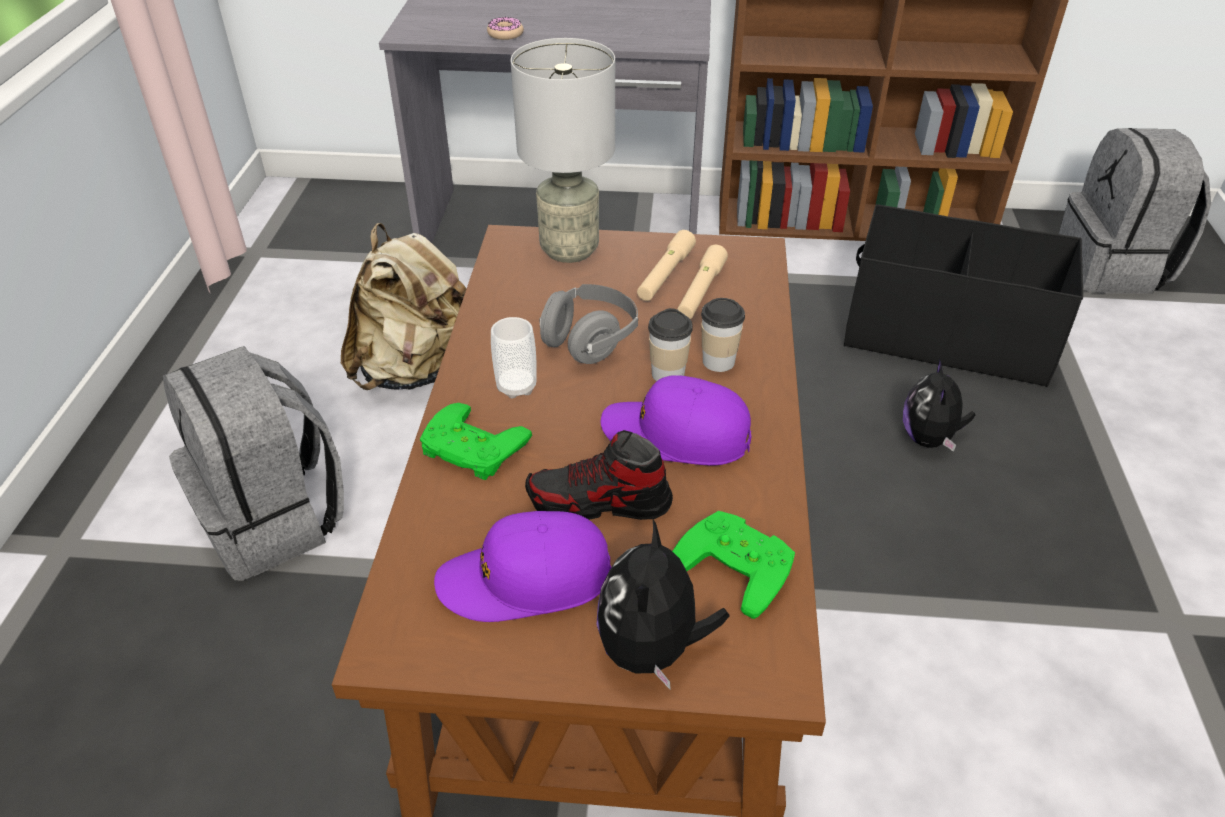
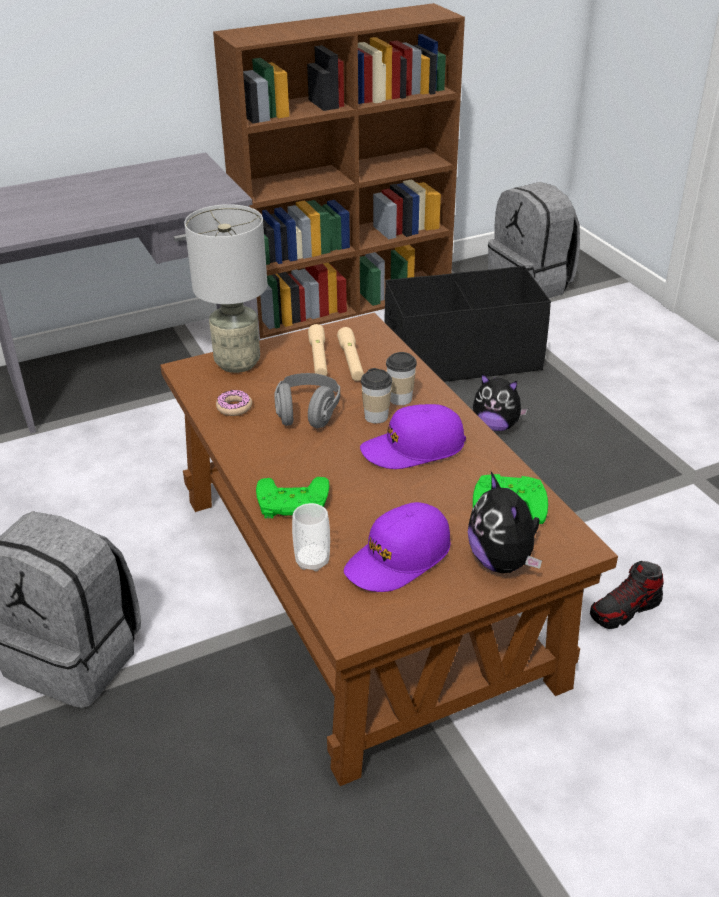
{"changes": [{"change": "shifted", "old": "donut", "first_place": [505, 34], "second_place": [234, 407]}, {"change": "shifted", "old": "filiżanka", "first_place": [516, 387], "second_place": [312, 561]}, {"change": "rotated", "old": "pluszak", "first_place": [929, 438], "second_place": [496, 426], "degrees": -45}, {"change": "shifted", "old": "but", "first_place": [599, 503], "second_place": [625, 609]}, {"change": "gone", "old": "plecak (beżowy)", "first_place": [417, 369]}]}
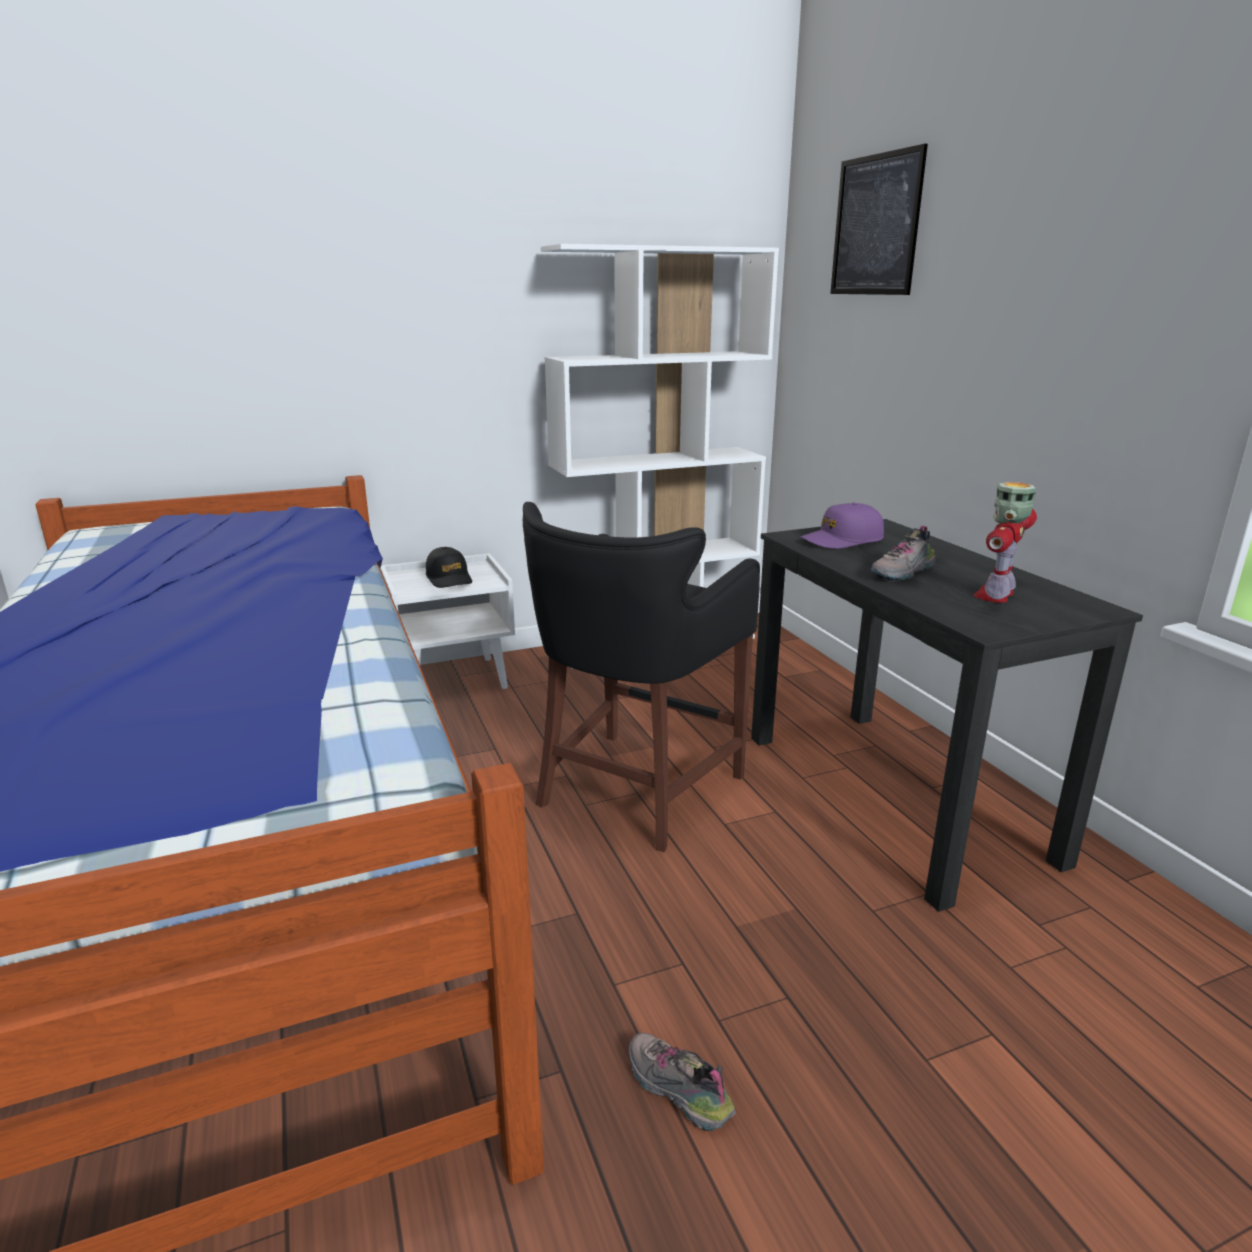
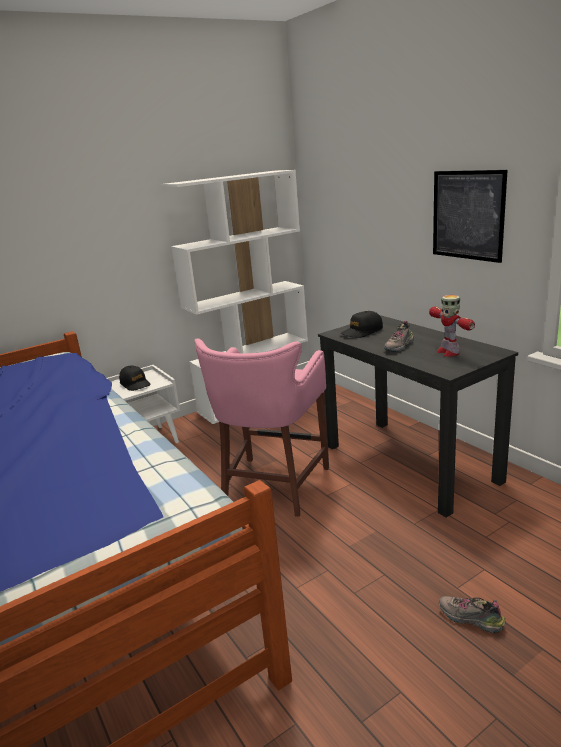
{"changes": [{"change": "repainted", "old": "stołek (czarny)", "new": "stołek (różowy)", "first_place": [635, 791], "second_place": [273, 487]}, {"change": "repainted", "old": "czapka z daszkiem (fioletowy)", "new": "czapka z daszkiem (czarny)", "first_place": [842, 540], "second_place": [362, 332]}, {"change": "rotated", "old": "robot zabawkowy", "first_place": [996, 595], "second_place": [448, 352], "degrees": -45}, {"change": "shifted", "old": "obraz", "first_place": [875, 225], "second_place": [467, 215]}, {"change": "shifted", "old": "but", "first_place": [675, 1090], "second_place": [469, 619]}]}
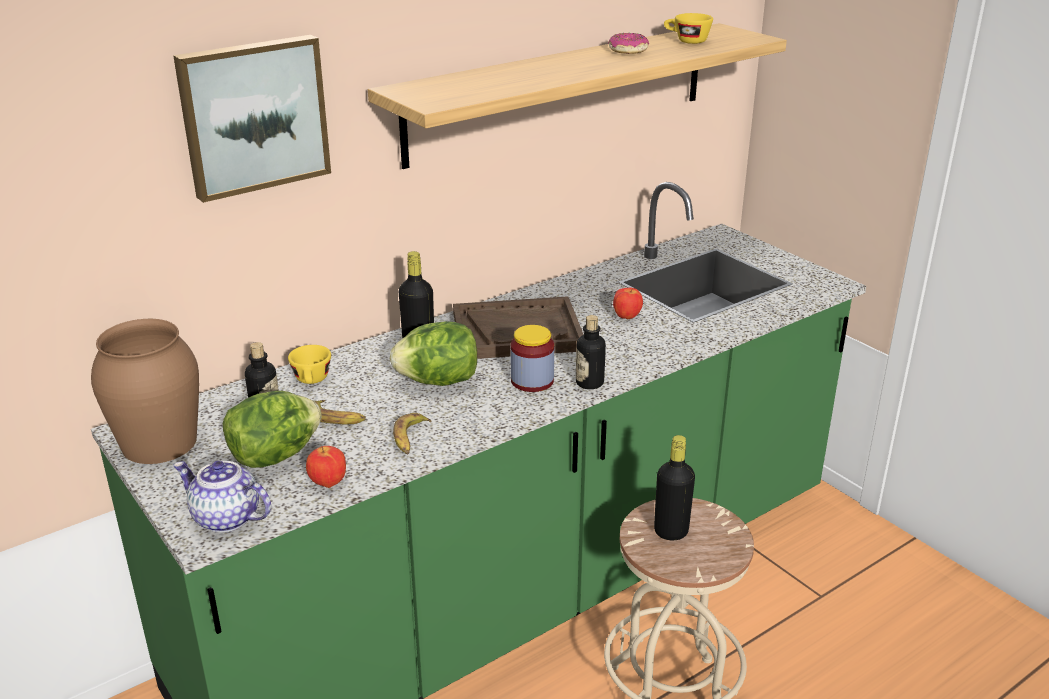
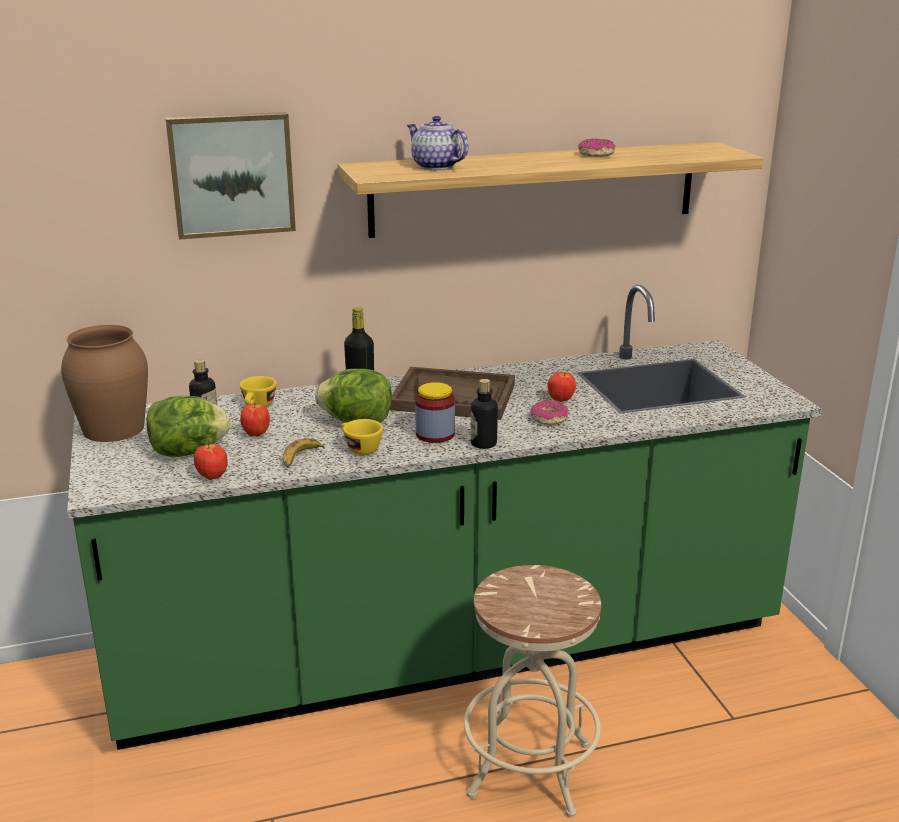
{"changes": [{"change": "swapped", "old": "banan", "new": "jabłko", "first_place": [337, 418], "second_place": [255, 434]}, {"change": "shifted", "old": "filiżanka (żółty)", "first_place": [686, 41], "second_place": [359, 448]}, {"change": "shifted", "old": "imbryk", "first_place": [225, 518], "second_place": [435, 166]}, {"change": "new", "new": "donut", "second_place": [548, 419]}, {"change": "gone", "old": "butelka (czarny)", "first_place": [671, 532]}]}
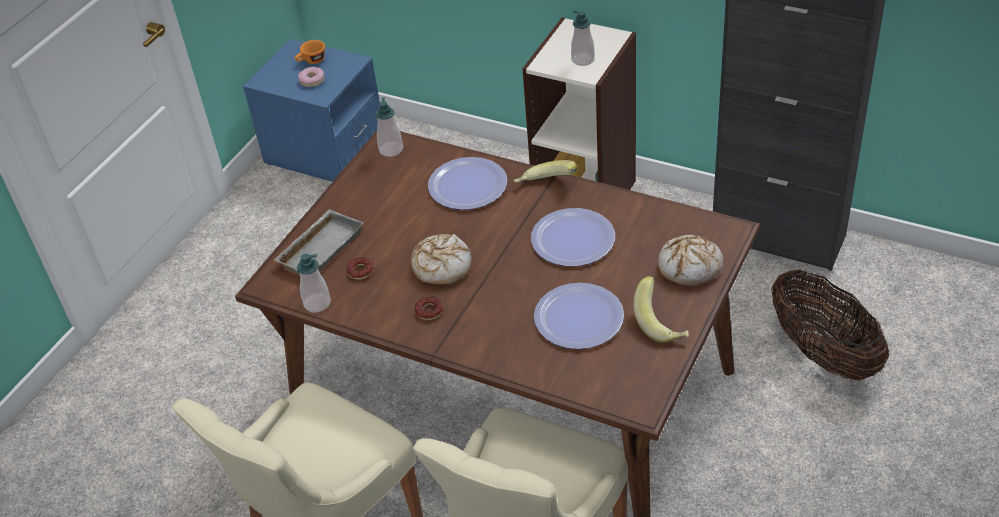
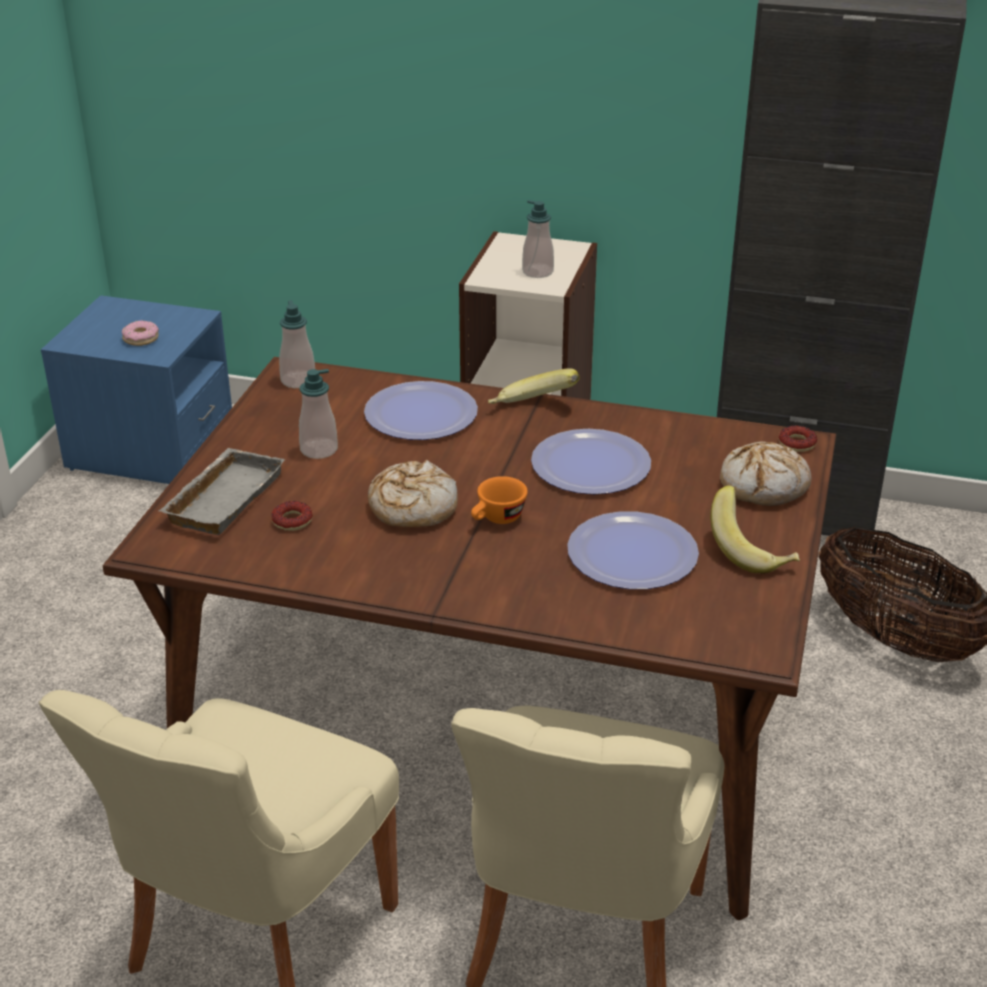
{"changes": [{"change": "shifted", "old": "dozownik mydła", "first_place": [317, 303], "second_place": [319, 450]}, {"change": "shifted", "old": "filiżanka (pomarańczowy)", "first_place": [311, 61], "second_place": [497, 519]}, {"change": "shifted", "old": "donut", "first_place": [429, 311], "second_place": [797, 443]}]}
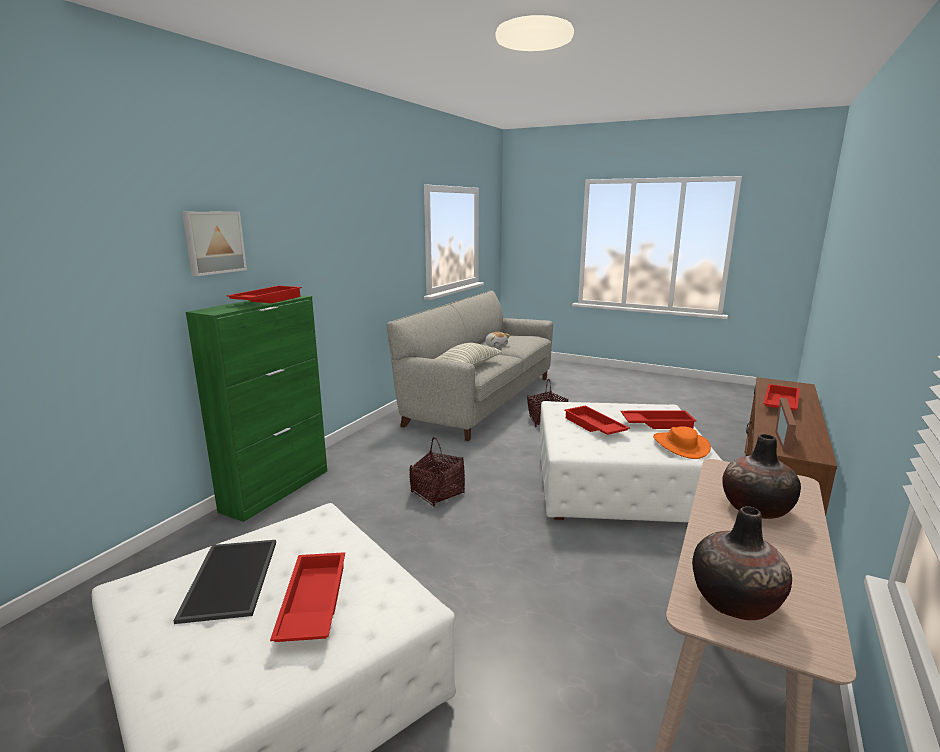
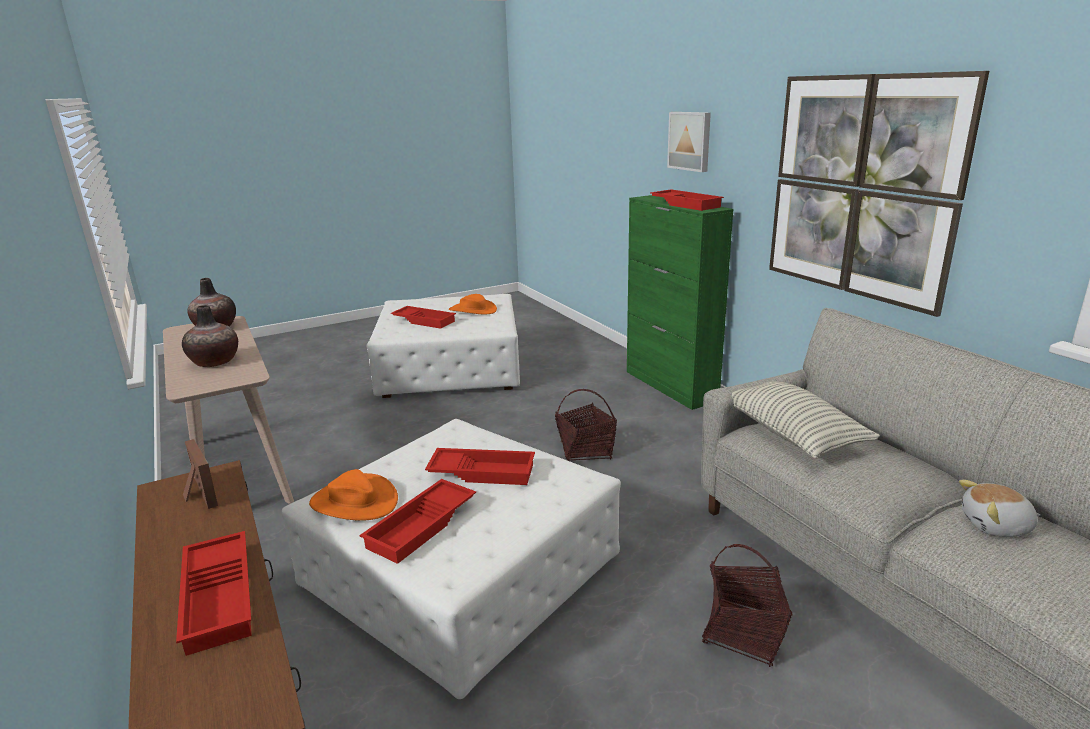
{"changes": [{"change": "swapped", "old": "taca", "new": "kapelusz (pomarańczowy)", "first_place": [229, 578], "second_place": [473, 310]}, {"change": "new", "new": "obraz", "second_place": [861, 188]}]}
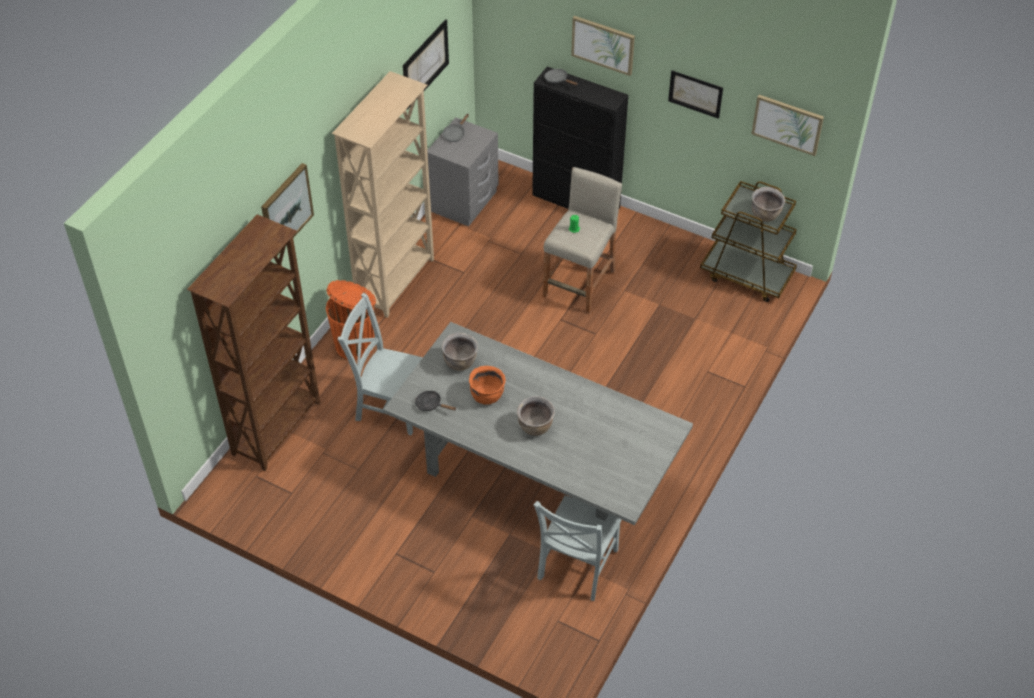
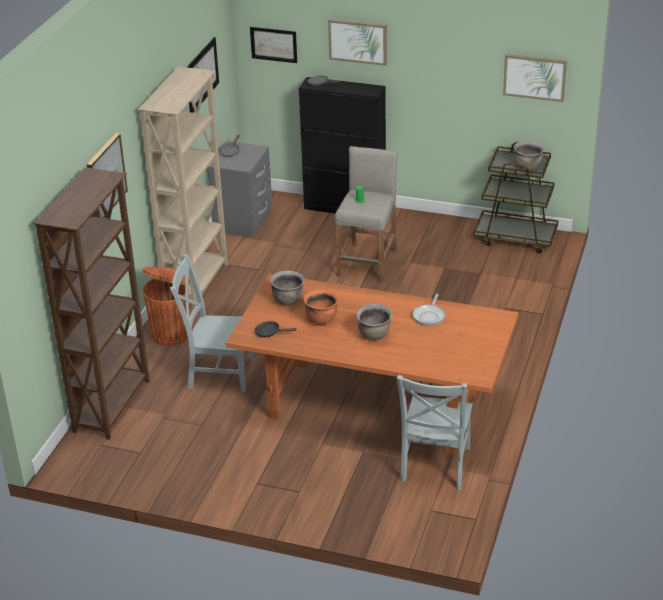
{"changes": [{"change": "repainted", "old": "stół jadalny (szary)", "new": "stół jadalny (pomarańczowy)", "first_place": [537, 477], "second_place": [375, 405]}, {"change": "shifted", "old": "obraz", "first_place": [695, 94], "second_place": [273, 44]}, {"change": "new", "new": "patelnia", "second_place": [429, 316]}]}
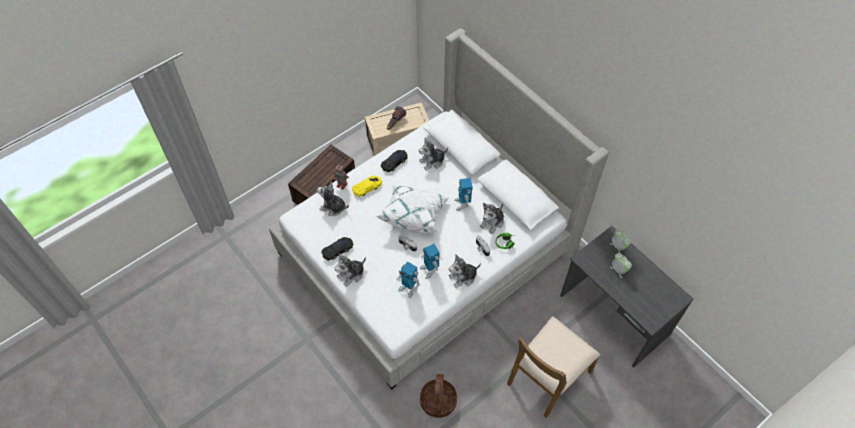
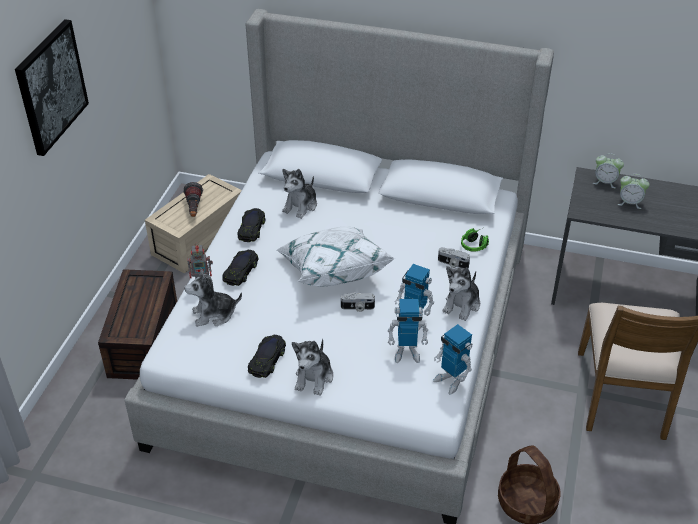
{"changes": [{"change": "new", "new": "obraz", "second_place": [50, 87]}, {"change": "repainted", "old": "samochodzik (żółty)", "new": "samochodzik (czarny)", "first_place": [367, 187], "second_place": [241, 270]}, {"change": "shifted", "old": "robot zabawkowy", "first_place": [462, 204], "second_place": [451, 380]}, {"change": "gone", "old": "pluszak", "first_place": [492, 222]}]}
